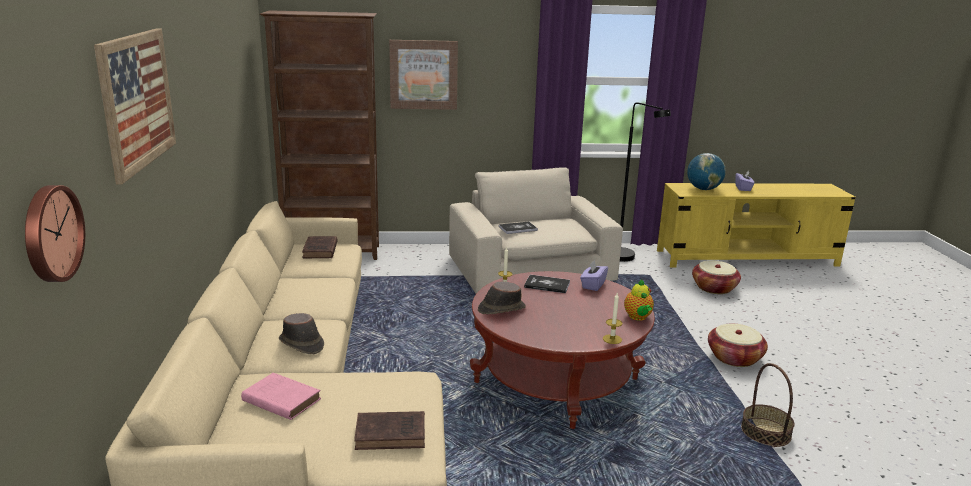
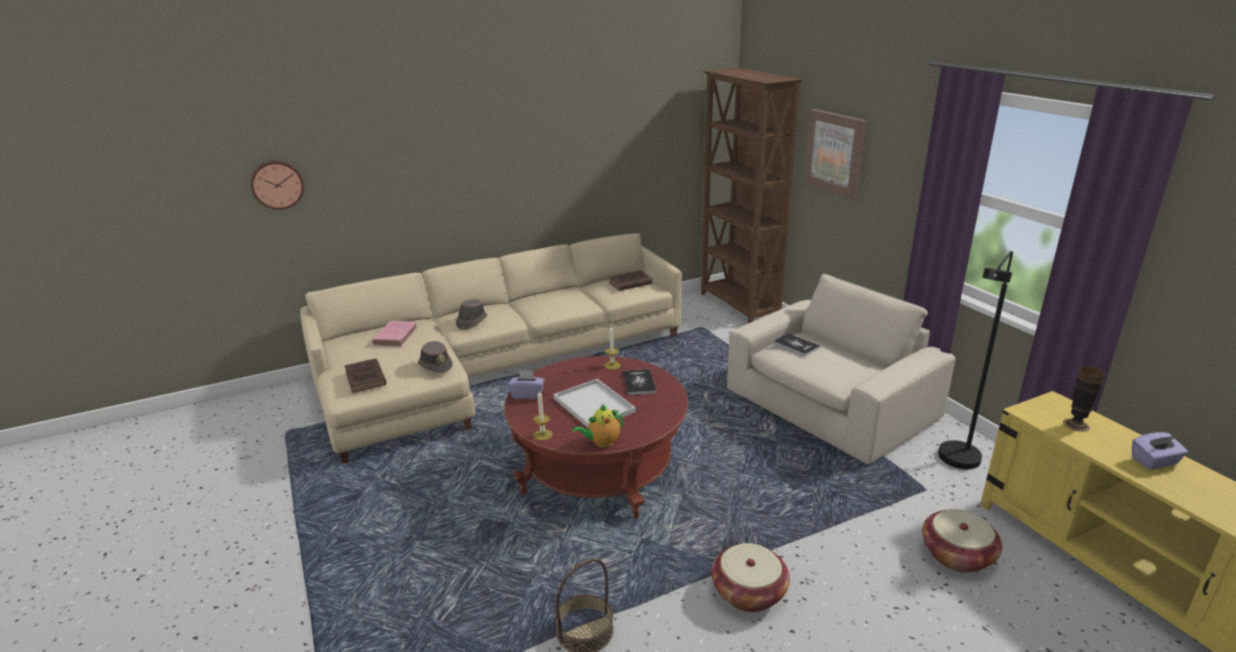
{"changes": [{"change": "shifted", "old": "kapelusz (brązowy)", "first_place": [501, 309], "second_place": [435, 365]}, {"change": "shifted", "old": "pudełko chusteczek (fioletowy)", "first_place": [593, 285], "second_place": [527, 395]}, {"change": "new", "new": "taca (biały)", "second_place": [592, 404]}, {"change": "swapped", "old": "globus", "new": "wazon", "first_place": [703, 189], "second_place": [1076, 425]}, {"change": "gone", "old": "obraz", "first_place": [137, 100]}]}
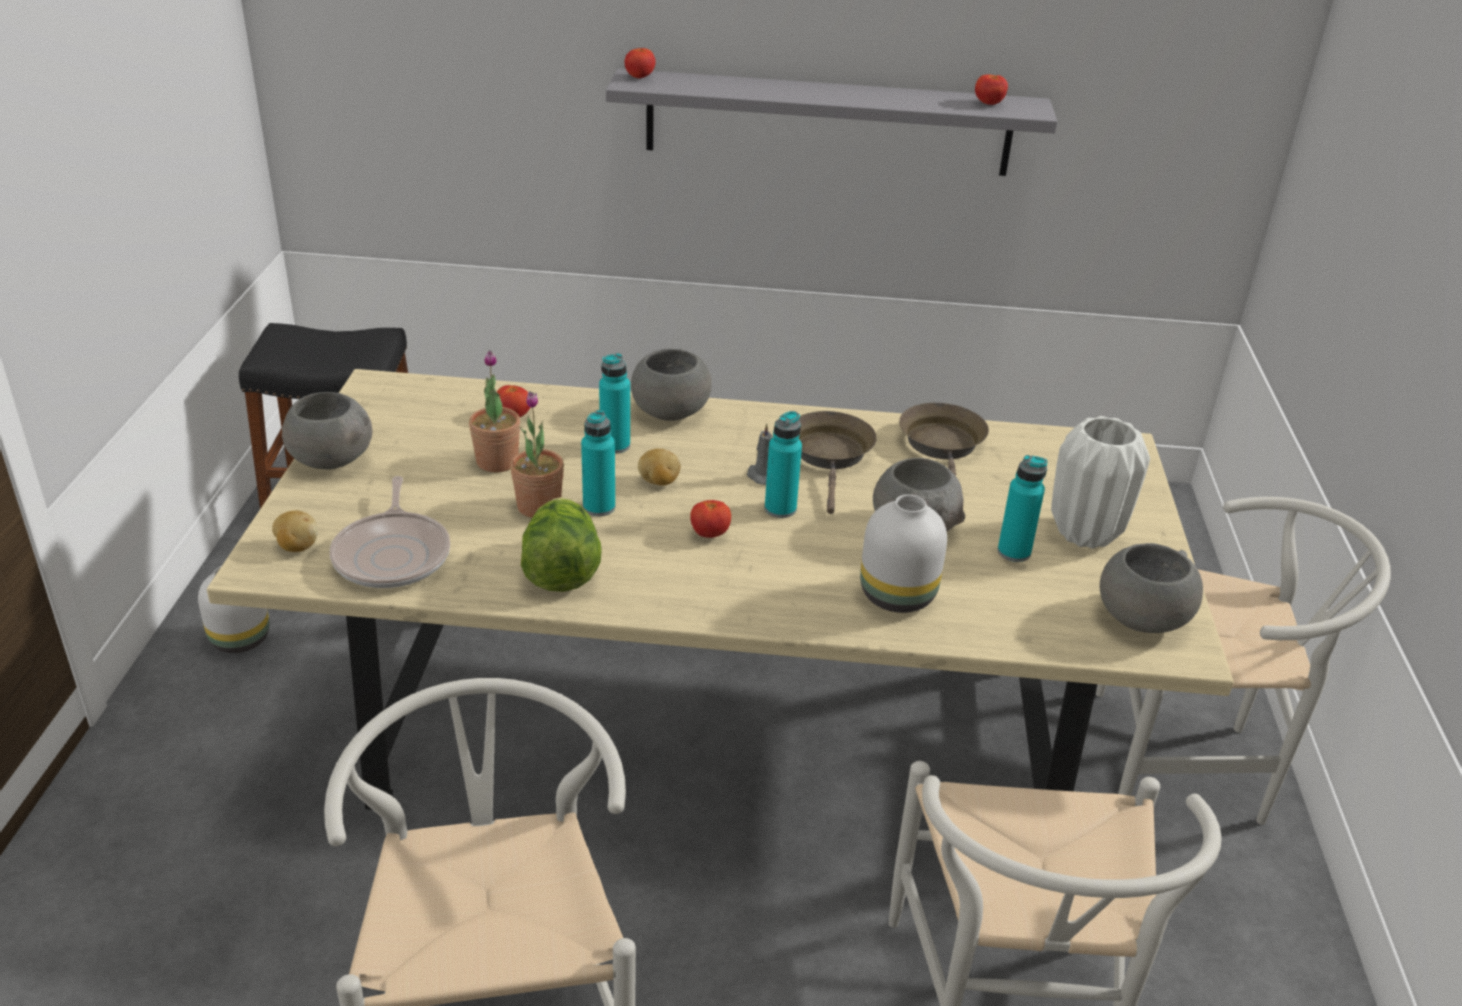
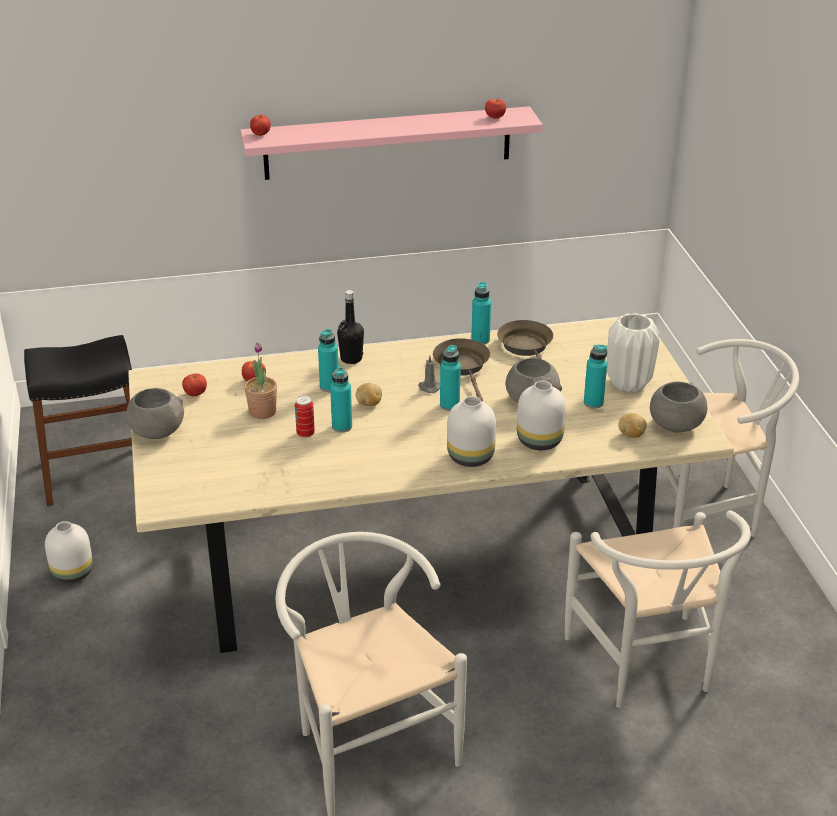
{"changes": [{"change": "shifted", "old": "pomidor", "first_place": [710, 534], "second_place": [195, 394]}, {"change": "repainted", "old": "półka (szary)", "new": "półka (różowy)", "first_place": [828, 123], "second_place": [388, 143]}, {"change": "swapped", "old": "roślina doniczkowa", "new": "puszka", "first_place": [539, 506], "second_place": [305, 433]}, {"change": "swapped", "old": "miska (szary)", "new": "butelka (czarny)", "first_place": [670, 412], "second_place": [351, 358]}, {"change": "new", "new": "wazon (biały)", "second_place": [470, 458]}, {"change": "new", "new": "butelka (turkusowy)", "second_place": [480, 340]}, {"change": "shifted", "old": "ziemniak", "first_place": [297, 547], "second_place": [631, 435]}, {"change": "gone", "old": "patelnia", "first_place": [393, 554]}, {"change": "gone", "old": "sałata", "first_place": [561, 570]}]}
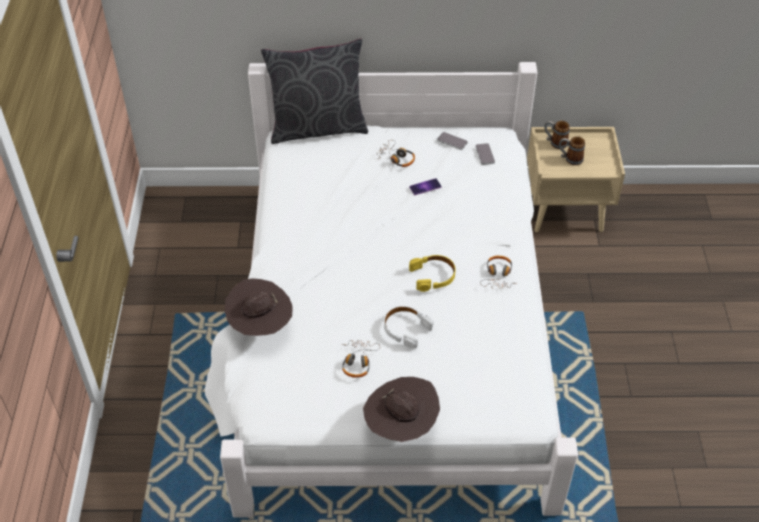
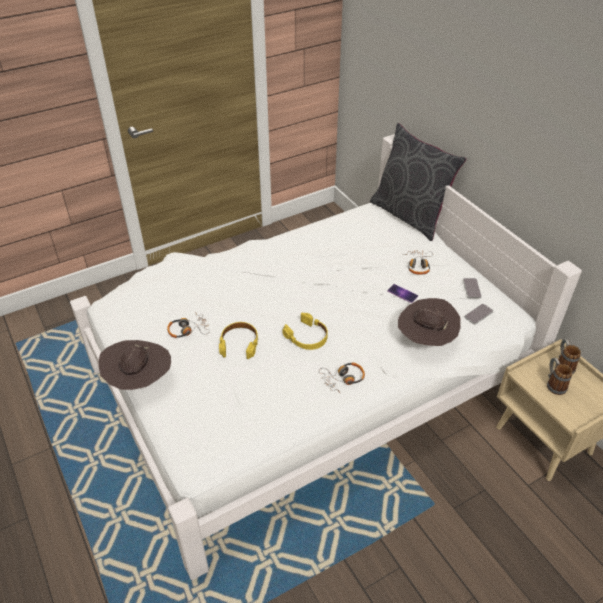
{"changes": [{"change": "repainted", "old": "słuchawki (biały)", "new": "słuchawki (żółty)", "first_place": [406, 329], "second_place": [239, 343]}, {"change": "shifted", "old": "kapelusz (brązowy)", "first_place": [260, 326], "second_place": [425, 340]}]}
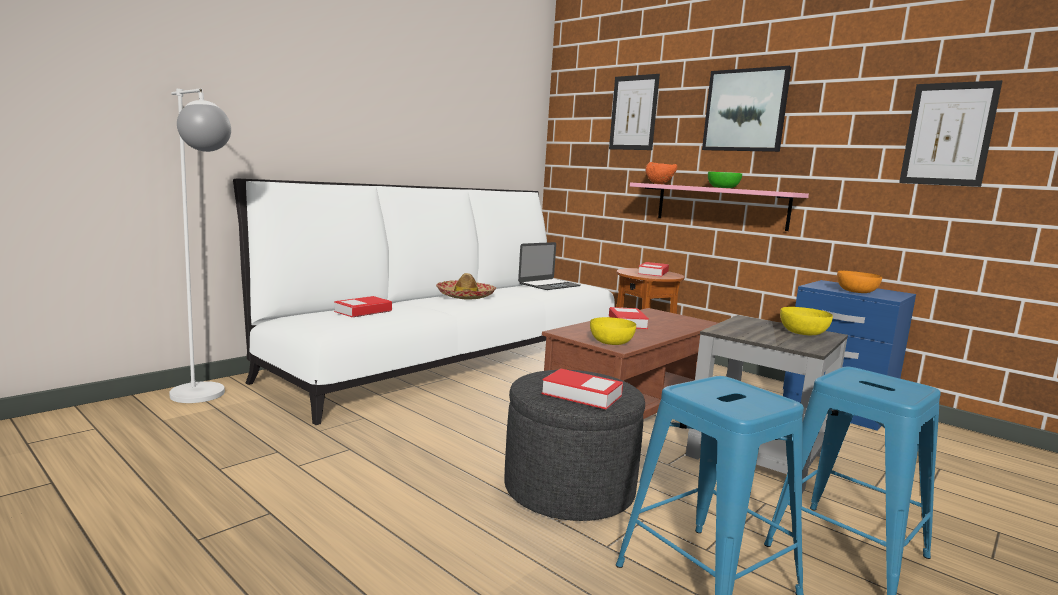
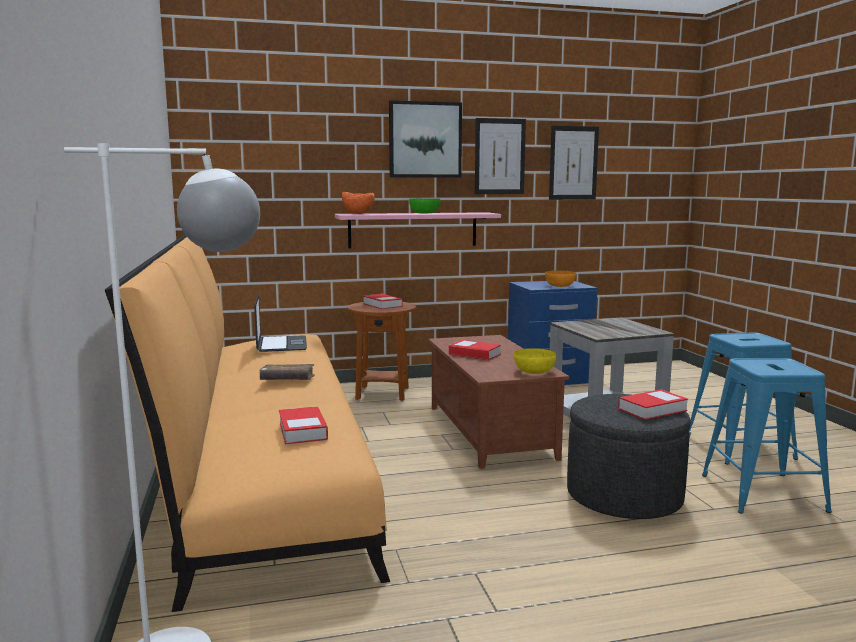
{"changes": [{"change": "repainted", "old": "kanapa (biały)", "new": "kanapa (pomarańczowy)", "first_place": [454, 357], "second_place": [261, 462]}, {"change": "swapped", "old": "kapelusz", "new": "książka (brązowy)", "first_place": [466, 296], "second_place": [287, 380]}, {"change": "shifted", "old": "obraz", "first_place": [633, 113], "second_place": [499, 156]}, {"change": "gone", "old": "miska (żółty)", "first_place": [803, 333]}]}
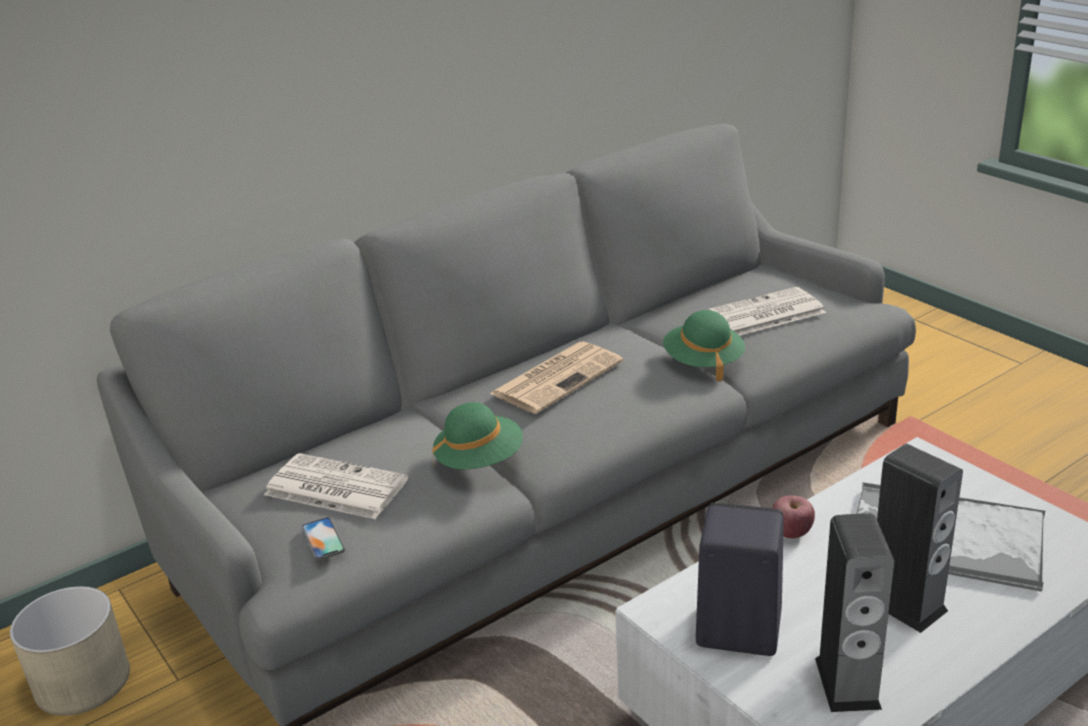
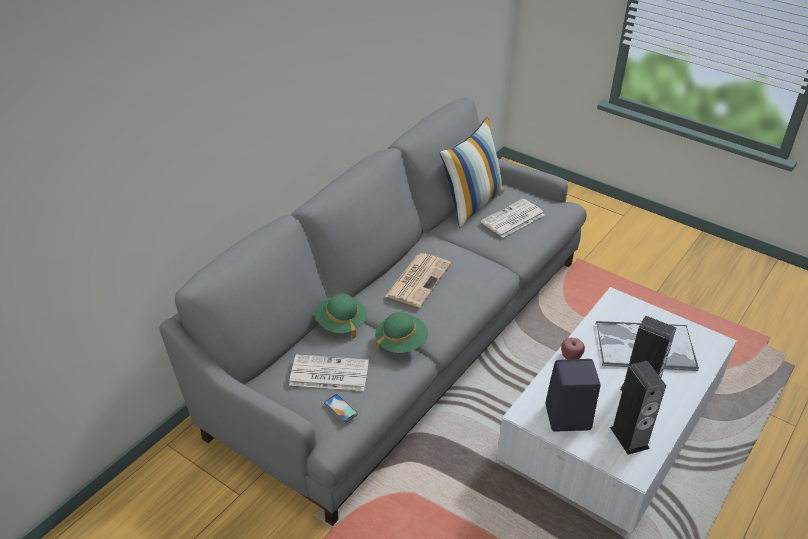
{"changes": [{"change": "shifted", "old": "kapelusz (zielony)", "first_place": [703, 362], "second_place": [341, 323]}, {"change": "new", "new": "poduszka", "second_place": [471, 204]}, {"change": "gone", "old": "donica (beżowy)", "first_place": [83, 681]}]}
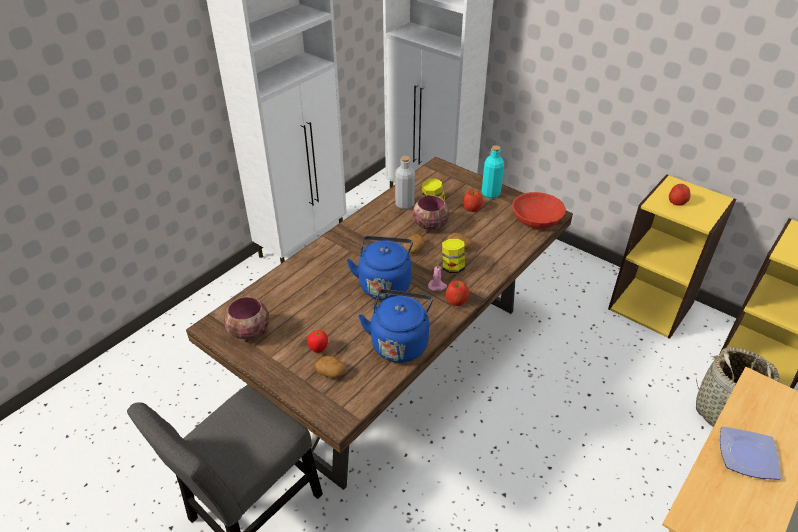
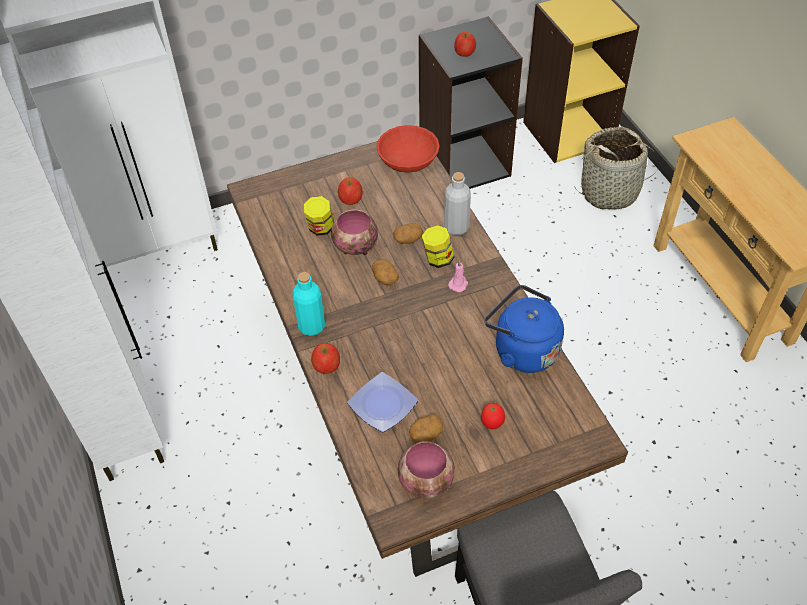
{"changes": [{"change": "shifted", "old": "butelka (turkusowy)", "first_place": [490, 193], "second_place": [311, 326]}, {"change": "shifted", "old": "jabłko", "first_place": [456, 300], "second_place": [326, 365]}, {"change": "shifted", "old": "talerz", "first_place": [746, 454], "second_place": [381, 405]}, {"change": "shifted", "old": "ziemniak", "first_place": [331, 372], "second_place": [426, 434]}, {"change": "repainted", "old": "regał (żółty)", "new": "regał (czarny)", "first_place": [651, 305], "second_place": [464, 163]}, {"change": "shifted", "old": "butelka (szary)", "first_place": [404, 204], "second_place": [456, 227]}, {"change": "gone", "old": "czajnik (niebieski)", "first_place": [384, 284]}]}
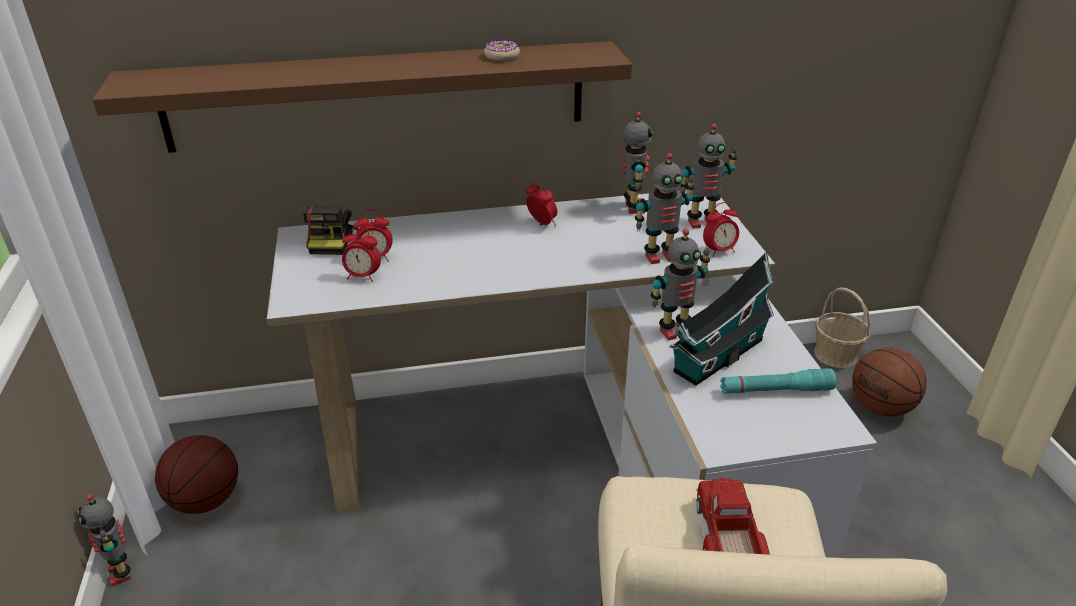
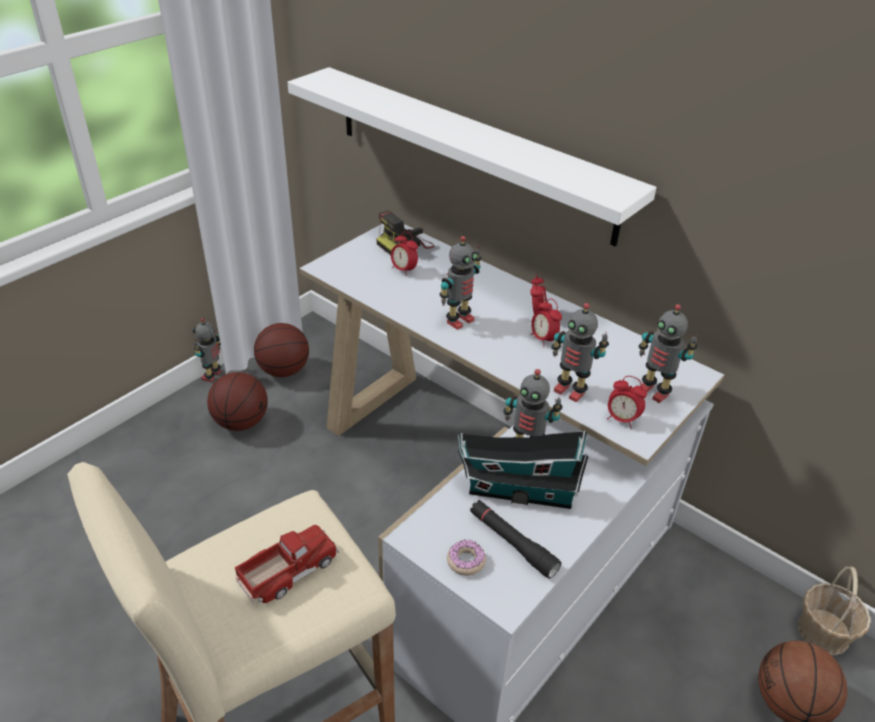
{"changes": [{"change": "new", "new": "piłka do koszykówki", "second_place": [241, 422]}, {"change": "repainted", "old": "półka (brązowy)", "new": "półka (biały)", "first_place": [378, 96], "second_place": [470, 152]}, {"change": "shifted", "old": "robot zabawkowy", "first_place": [632, 207], "second_place": [458, 320]}, {"change": "shifted", "old": "donut", "first_place": [502, 56], "second_place": [466, 561]}, {"change": "repainted", "old": "latarka (turkusowy)", "new": "latarka (czarny)", "first_place": [775, 390], "second_place": [512, 543]}, {"change": "shifted", "old": "budzik", "first_place": [363, 276], "second_place": [543, 339]}]}
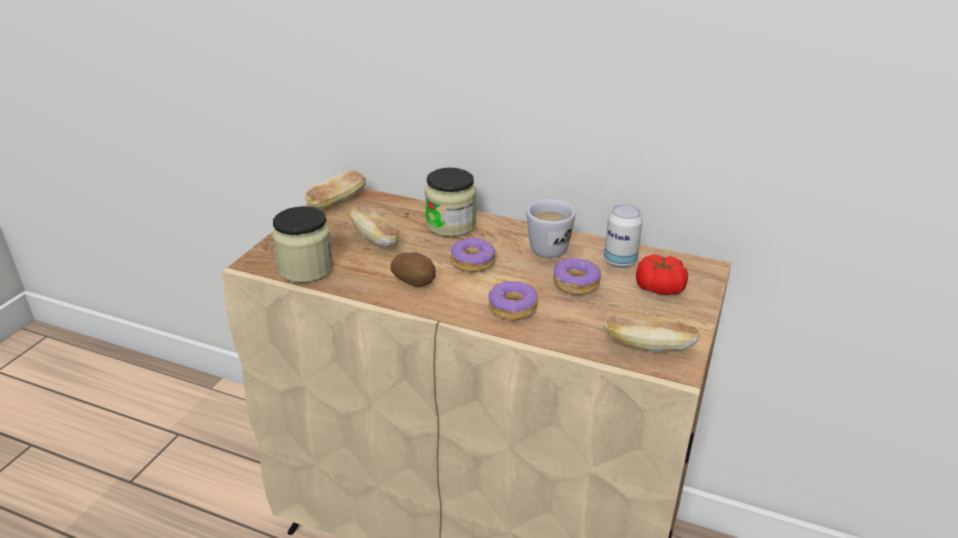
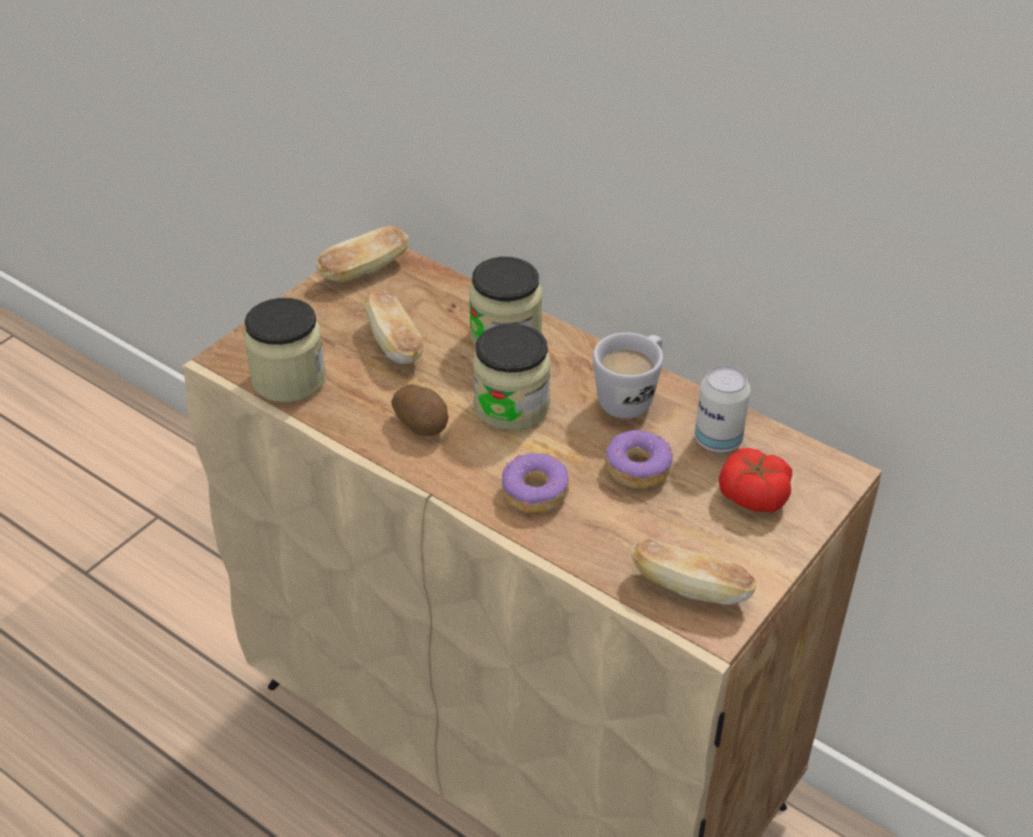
{"changes": [{"change": "swapped", "old": "donut", "new": "słoik", "first_place": [473, 262], "second_place": [511, 406]}]}
